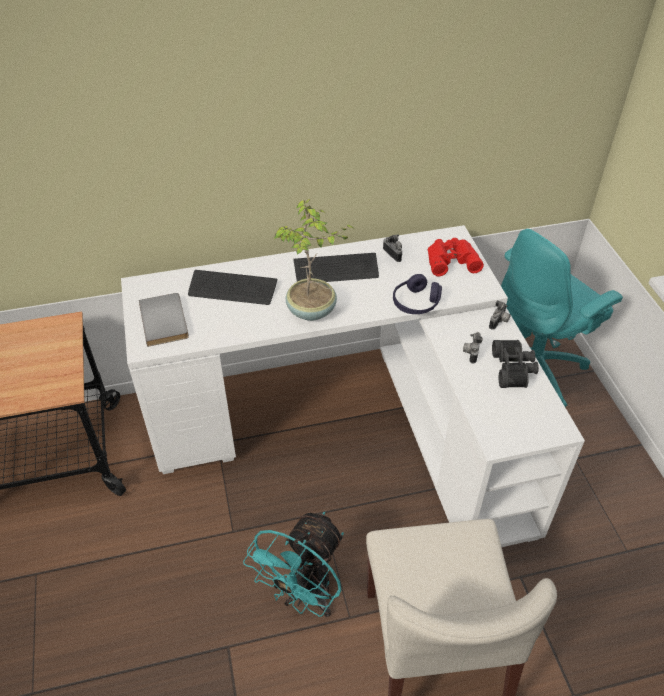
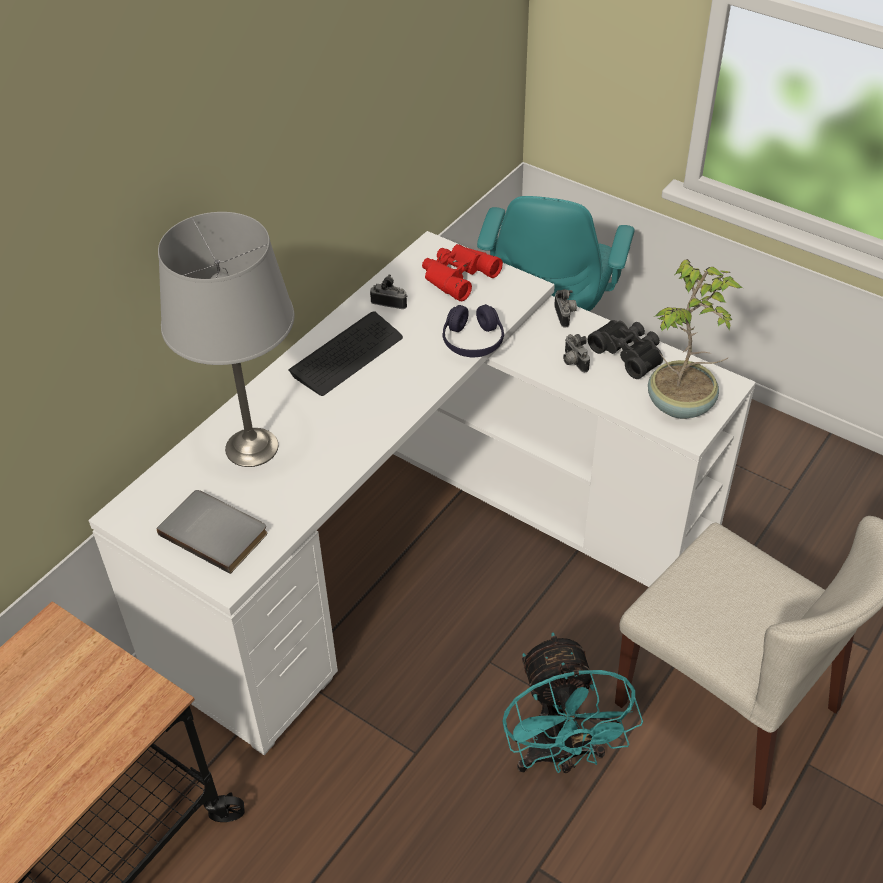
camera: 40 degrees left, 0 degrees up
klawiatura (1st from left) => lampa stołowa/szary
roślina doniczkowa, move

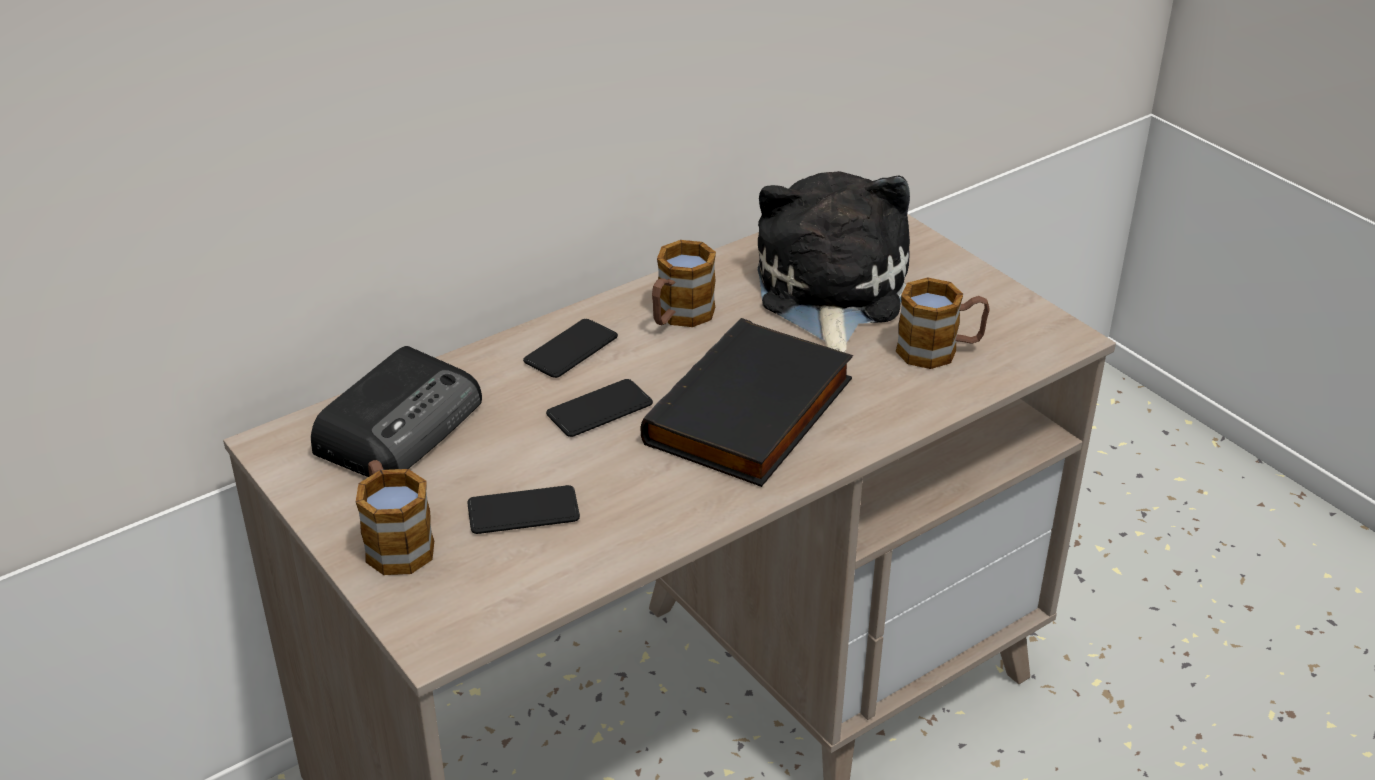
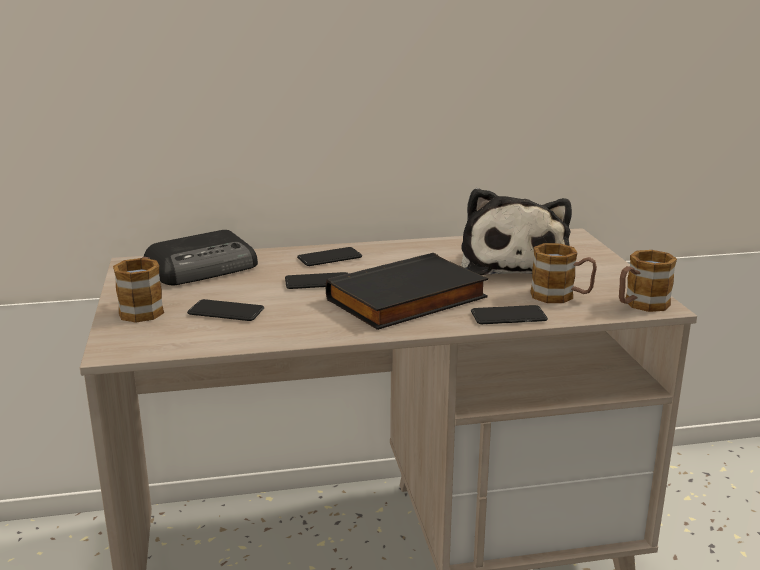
camera: 25 degrees right, 15 degrees down
kubek (2nd from left in the first image) => kubek (3rd from left), move
pluszak, 150 degrees clockwise
nothing => telefon (4th from left)

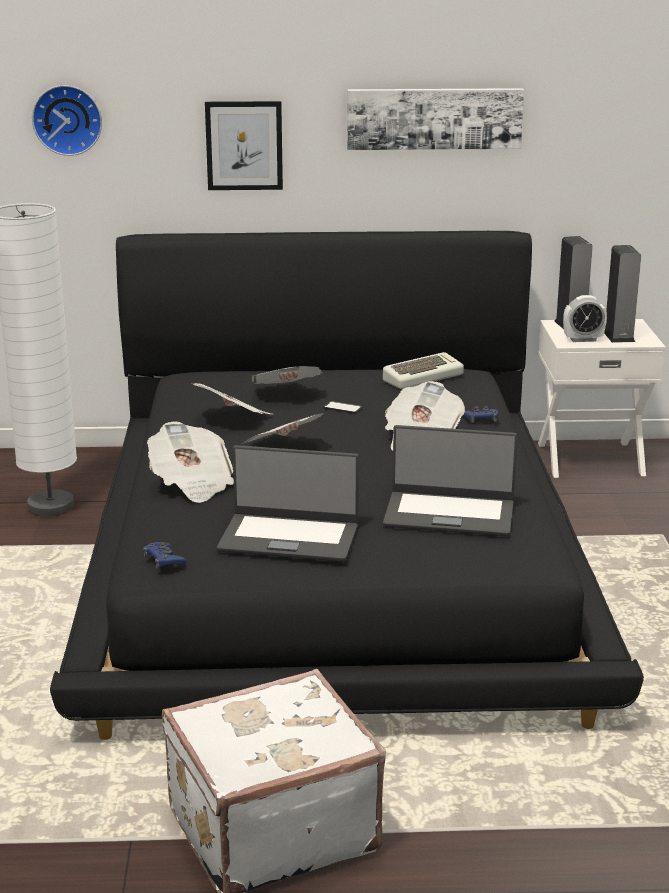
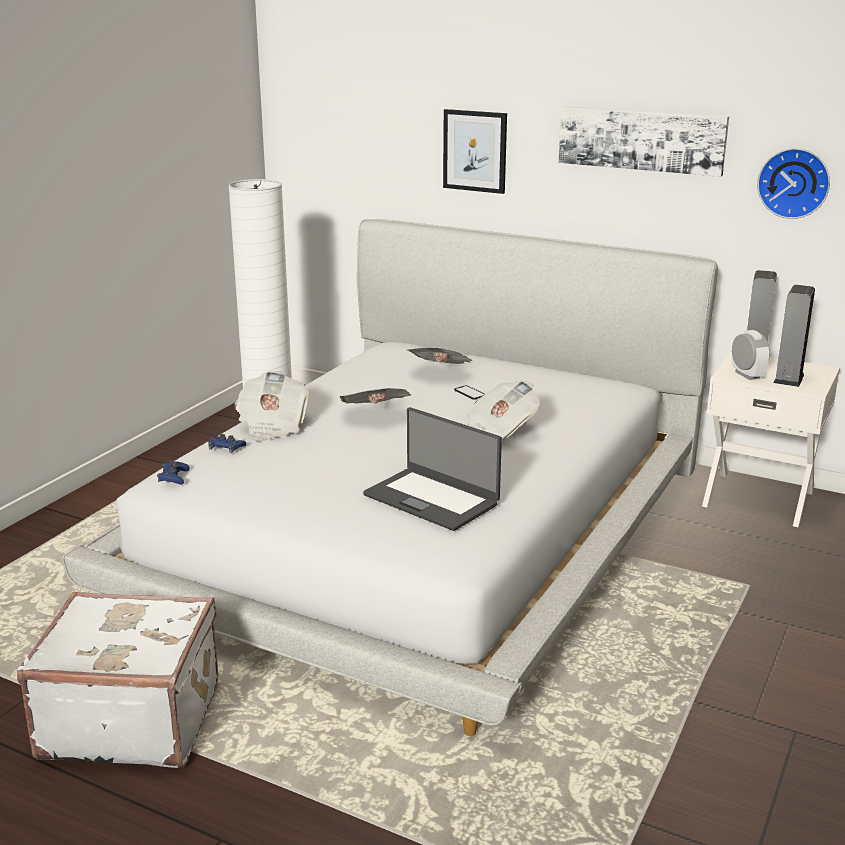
camera: 30 degrees right, 0 degrees up
zegar ścienny, move
łóżko/czarny => łóżko/biały
gazeta (2nd from left) => nothing
laptop (1st from left) => nothing
klawiatura => nothing
pad do gier/niebieski (2nd from left), move
budzik, 135 degrees counterclockwise

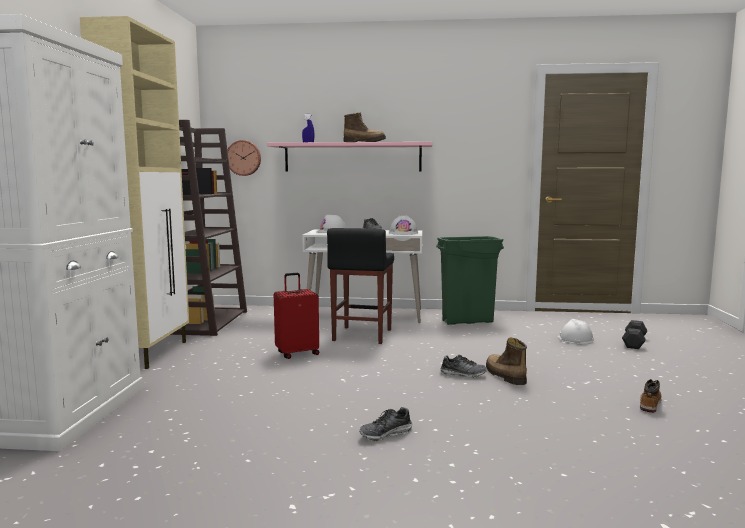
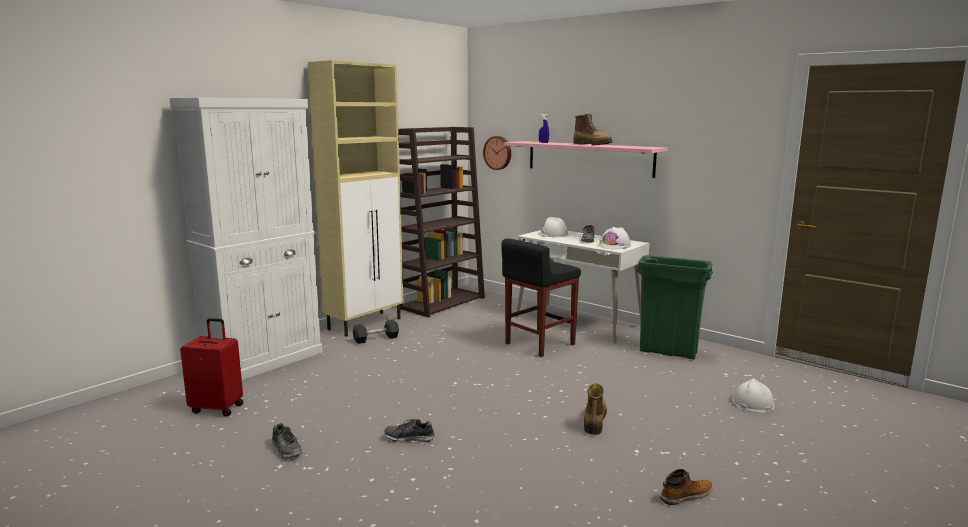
camera: 35 degrees right, 5 degrees up
walizka/czerwony, move
but (3rd from left in the first image) => but (1st from left), move
hantel/szary, move

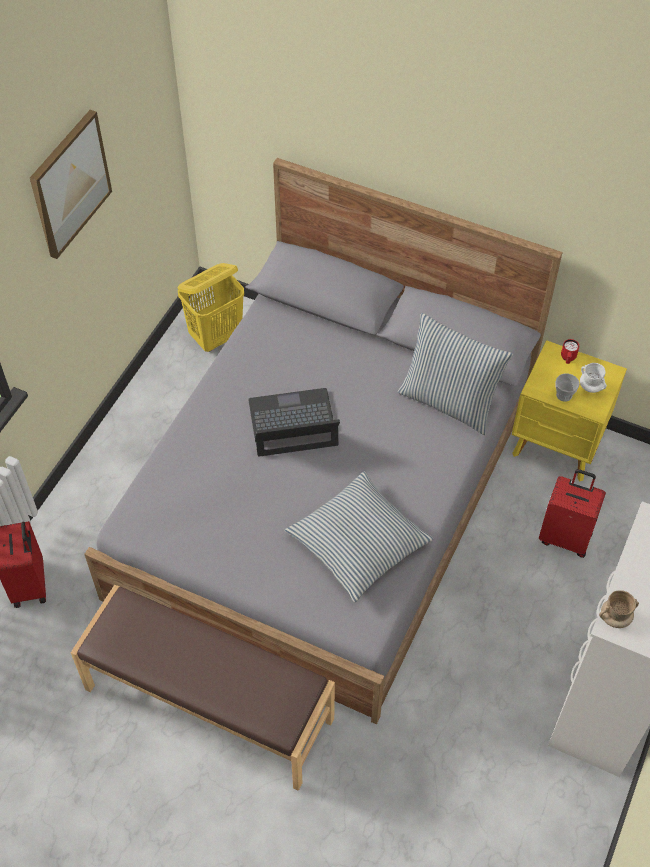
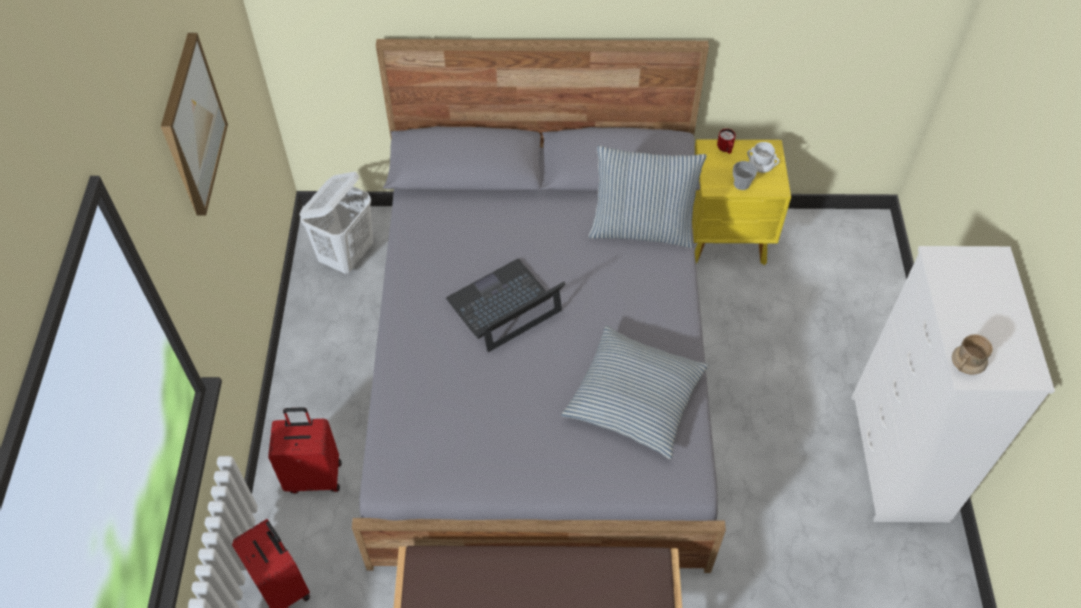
camera: 25 degrees left, 0 degrees up
kosz na pranie/żółty => kosz na pranie/biały
walizka/czerwony (2nd from left), move

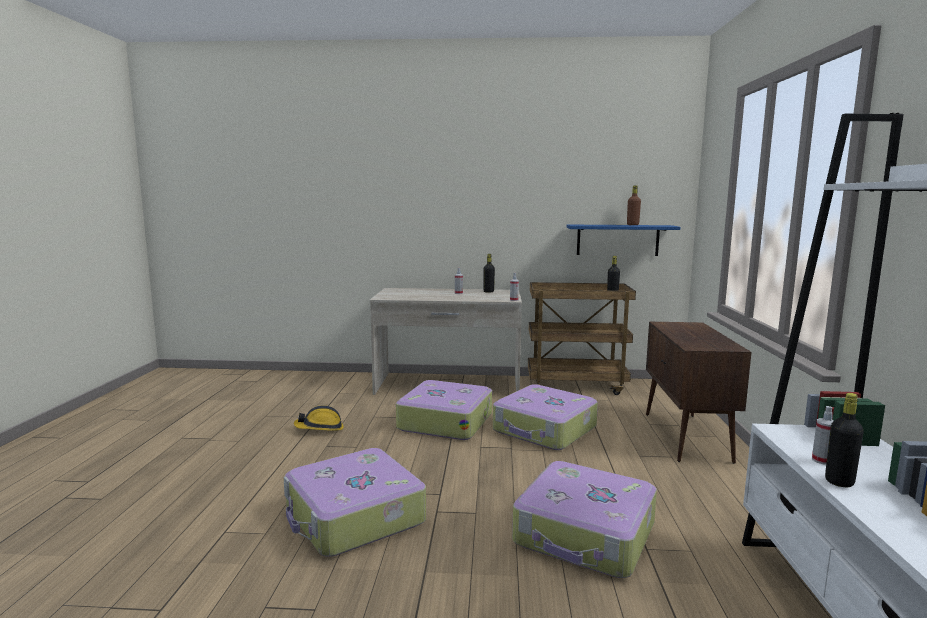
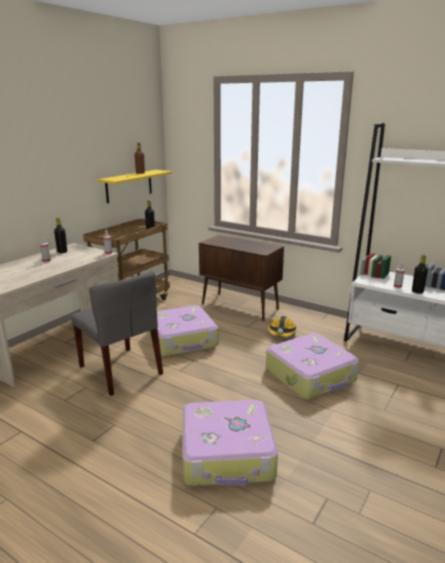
camera: 60 degrees left, 10 degrees up
kask, move
walizka (2nd from left) => krzesło/szary
półka/niebieski => półka/żółty

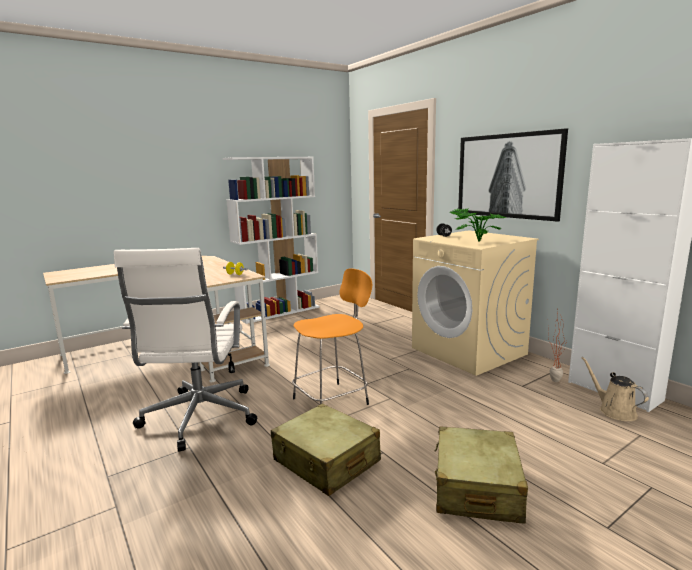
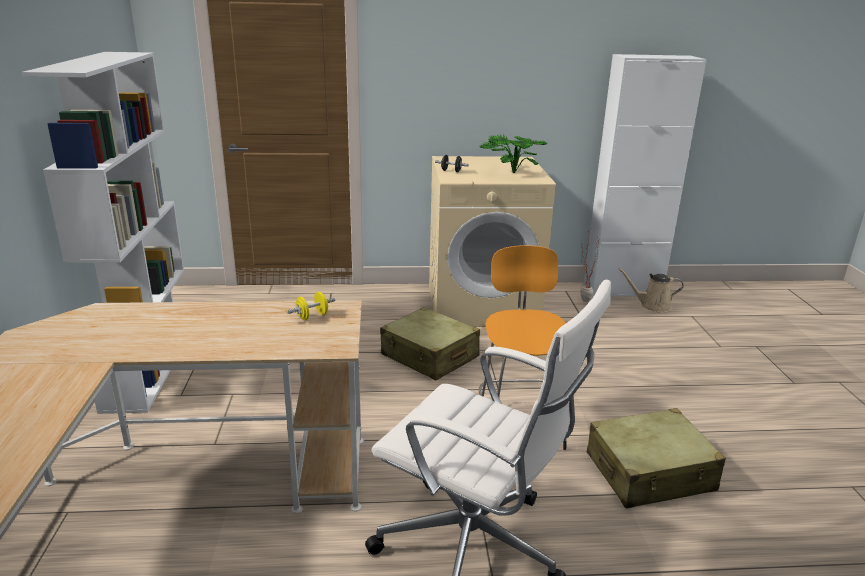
camera: 60 degrees left, 10 degrees up
walizka/beżowy (2nd from left in the first image) => walizka/beżowy (1st from left), move
obraz => nothing

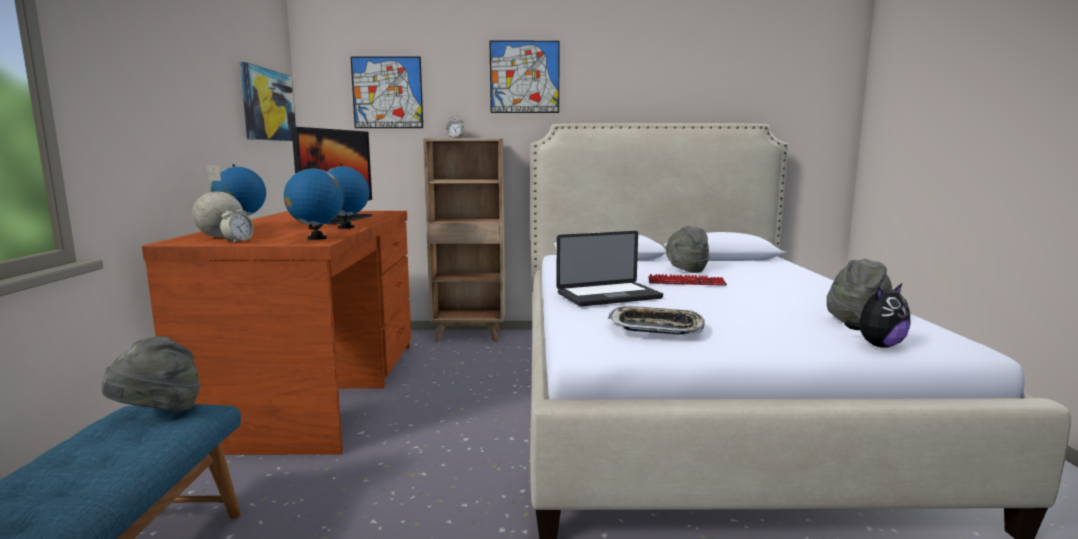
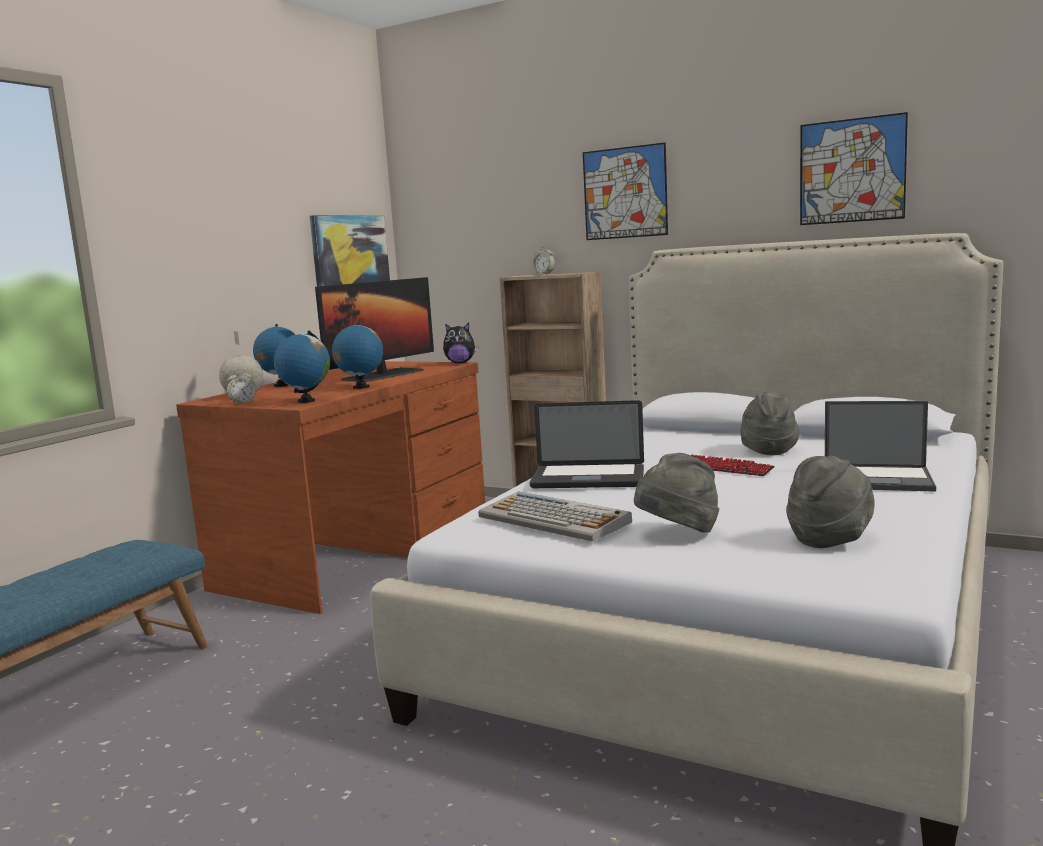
camera: 30 degrees right, 0 degrees up
kapelusz/szary (1st from left), move
obraz (2nd from left in the first image) => obraz (3rd from left), move
taca => klawiatura (1st from left)
pluszak, move
nothing => laptop (2nd from left)

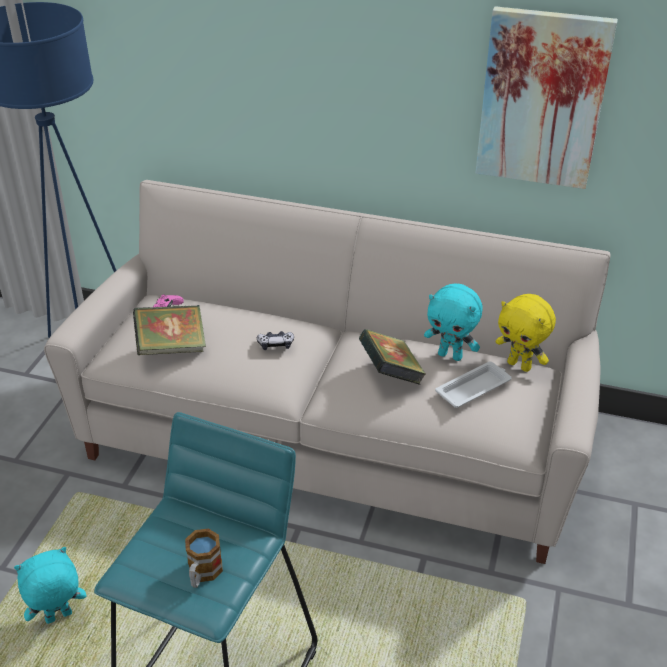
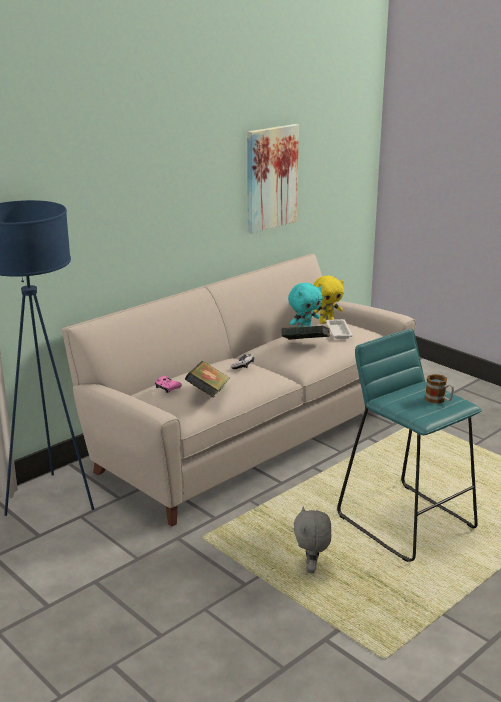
camera: 60 degrees left, 15 degrees down
pluszak/turkusowy (1st from left) => pluszak/szary

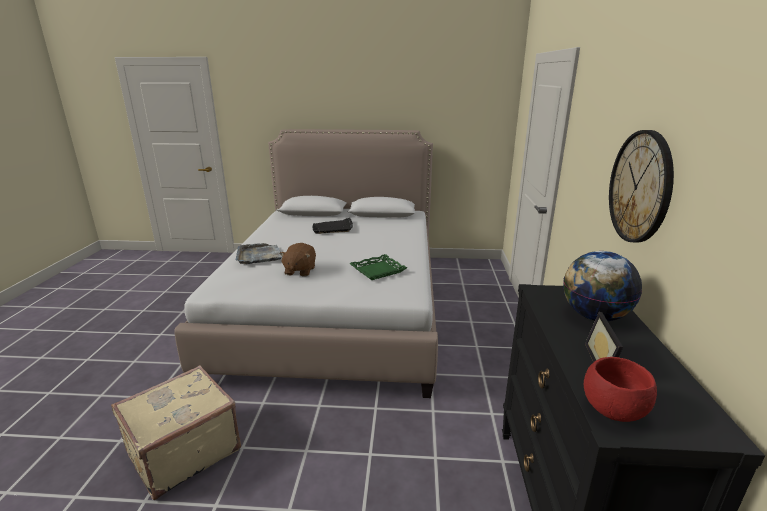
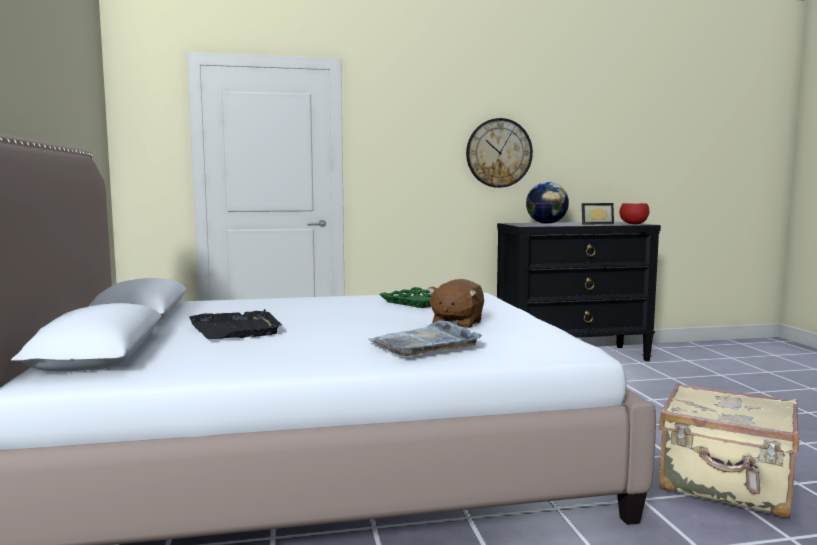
camera: 105 degrees left, 15 degrees down
pluszak/brązowy, 120 degrees clockwise

